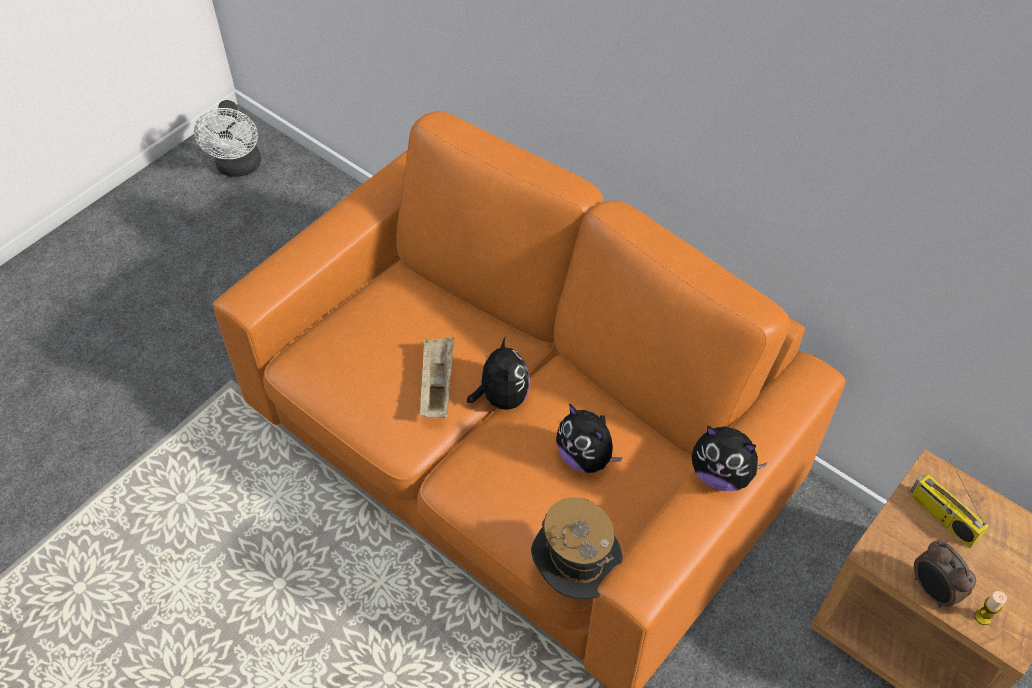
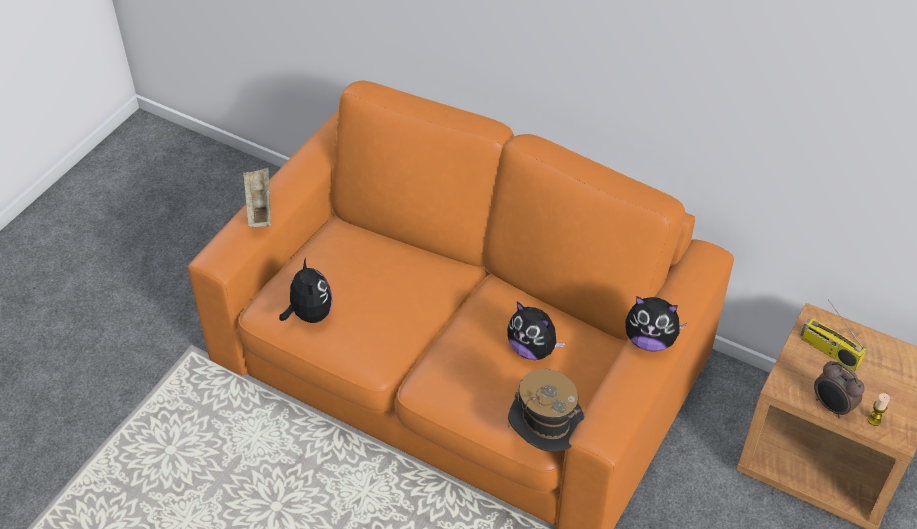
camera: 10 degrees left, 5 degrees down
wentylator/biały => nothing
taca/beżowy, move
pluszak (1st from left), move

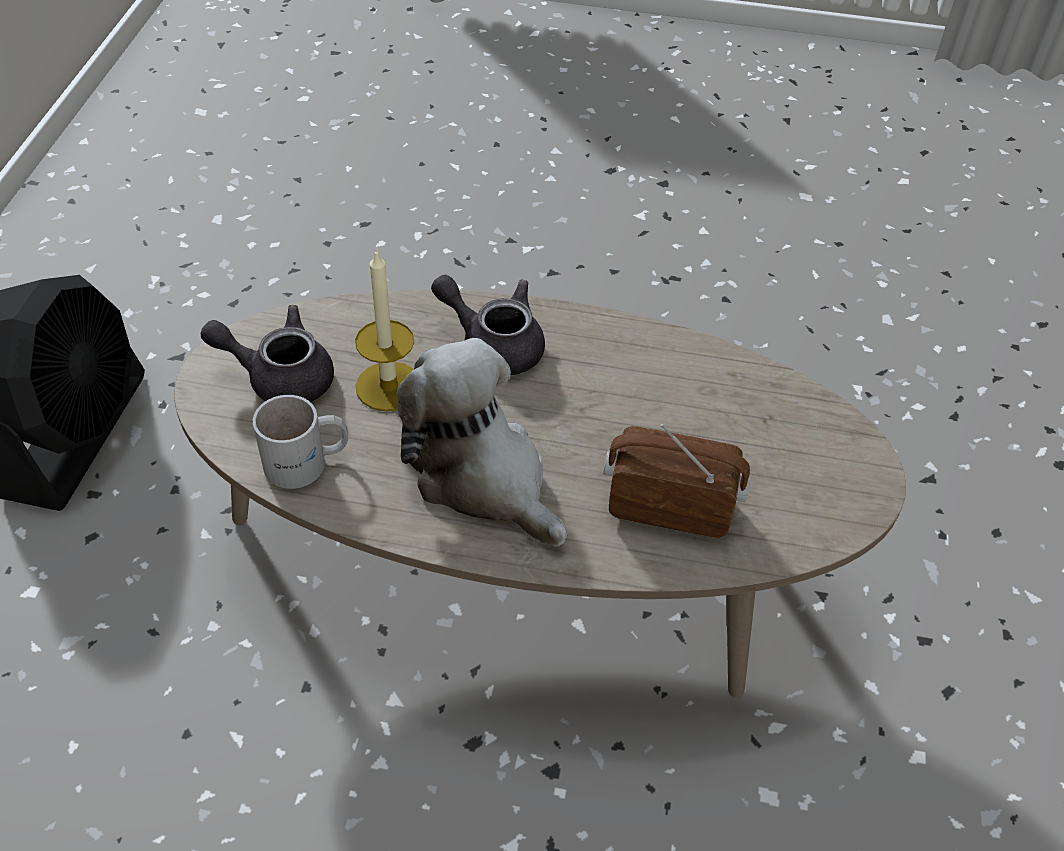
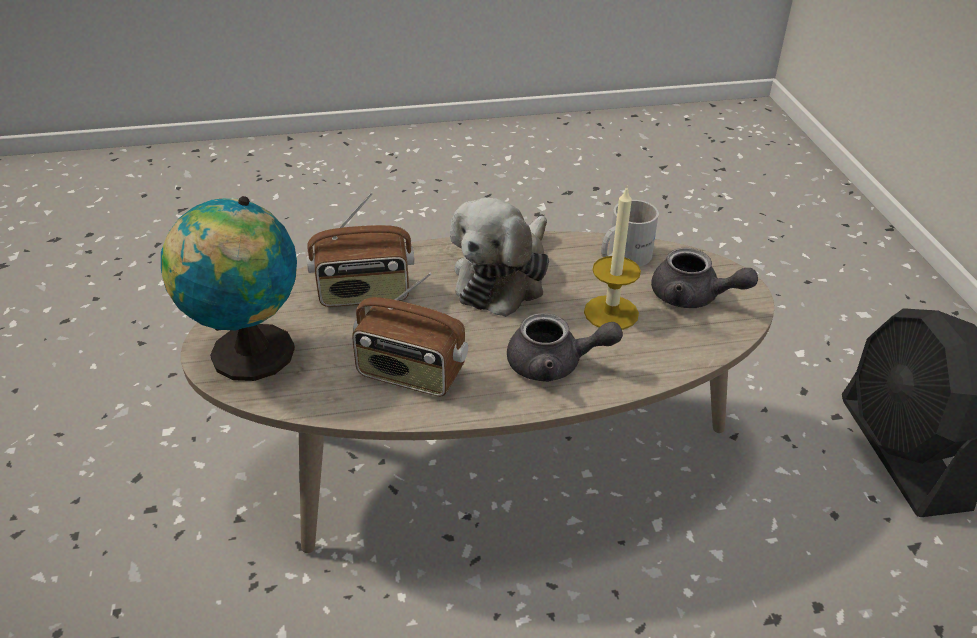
camera: 160 degrees right, 10 degrees down
imbryk/szary (1st from left in the first image) => imbryk/szary (2nd from left), 45 degrees clockwise
pluszak, 90 degrees clockwise
nothing => globus
nothing => radio (2nd from left)

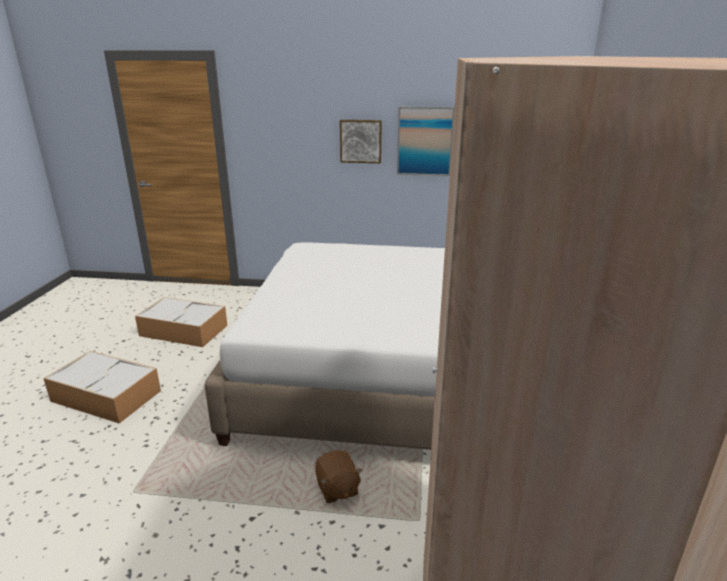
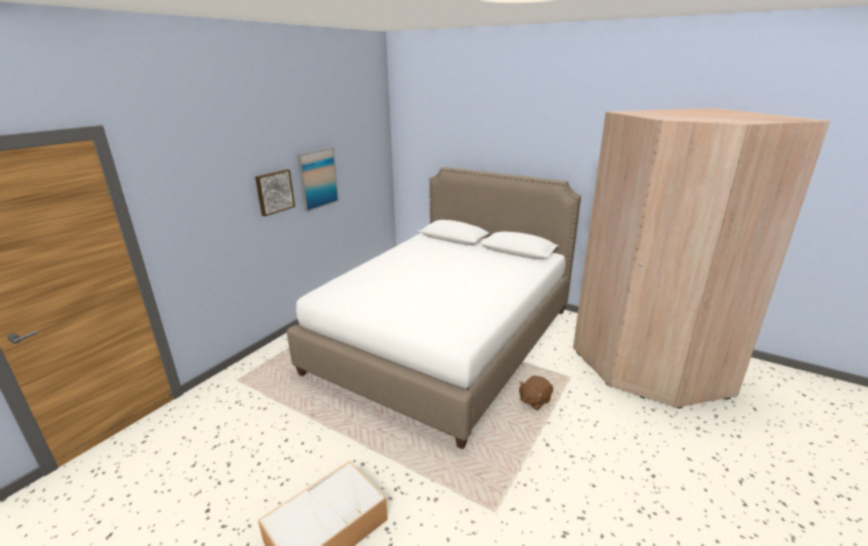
camera: 65 degrees left, 0 degrees up
pojemnik do przechowywania (2nd from left) => nothing
pluszak/brązowy, 135 degrees clockwise

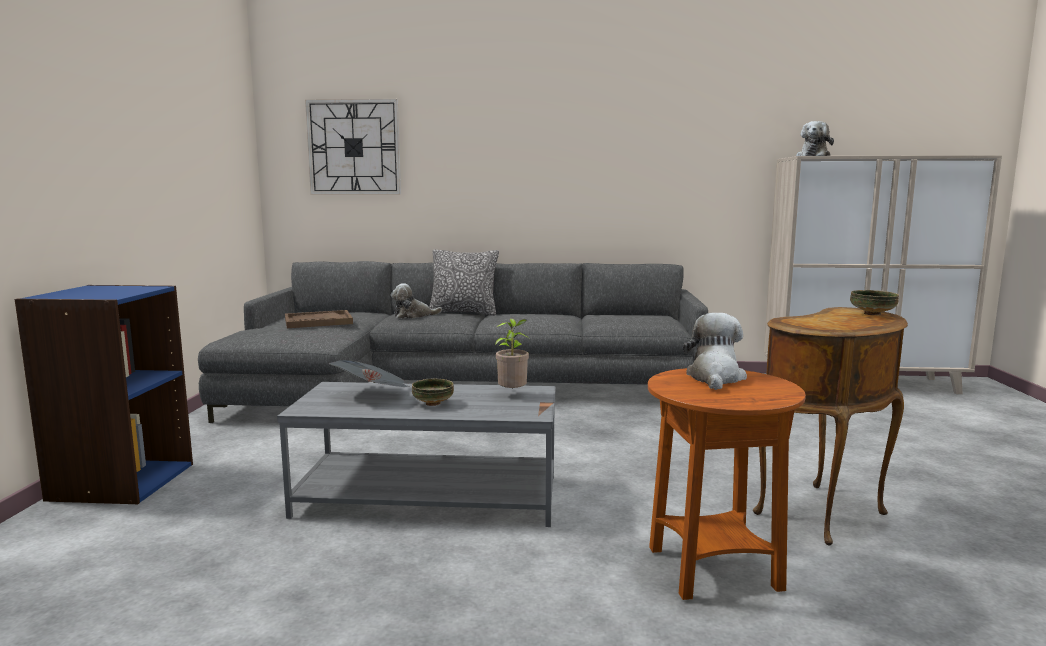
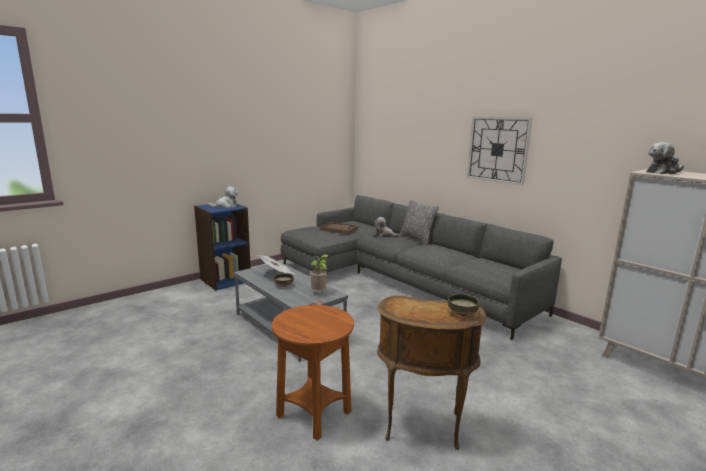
camera: 45 degrees right, 5 degrees up
zegar ścienny, move
pluszak (2nd from left in the first image) => pluszak (1st from left), move

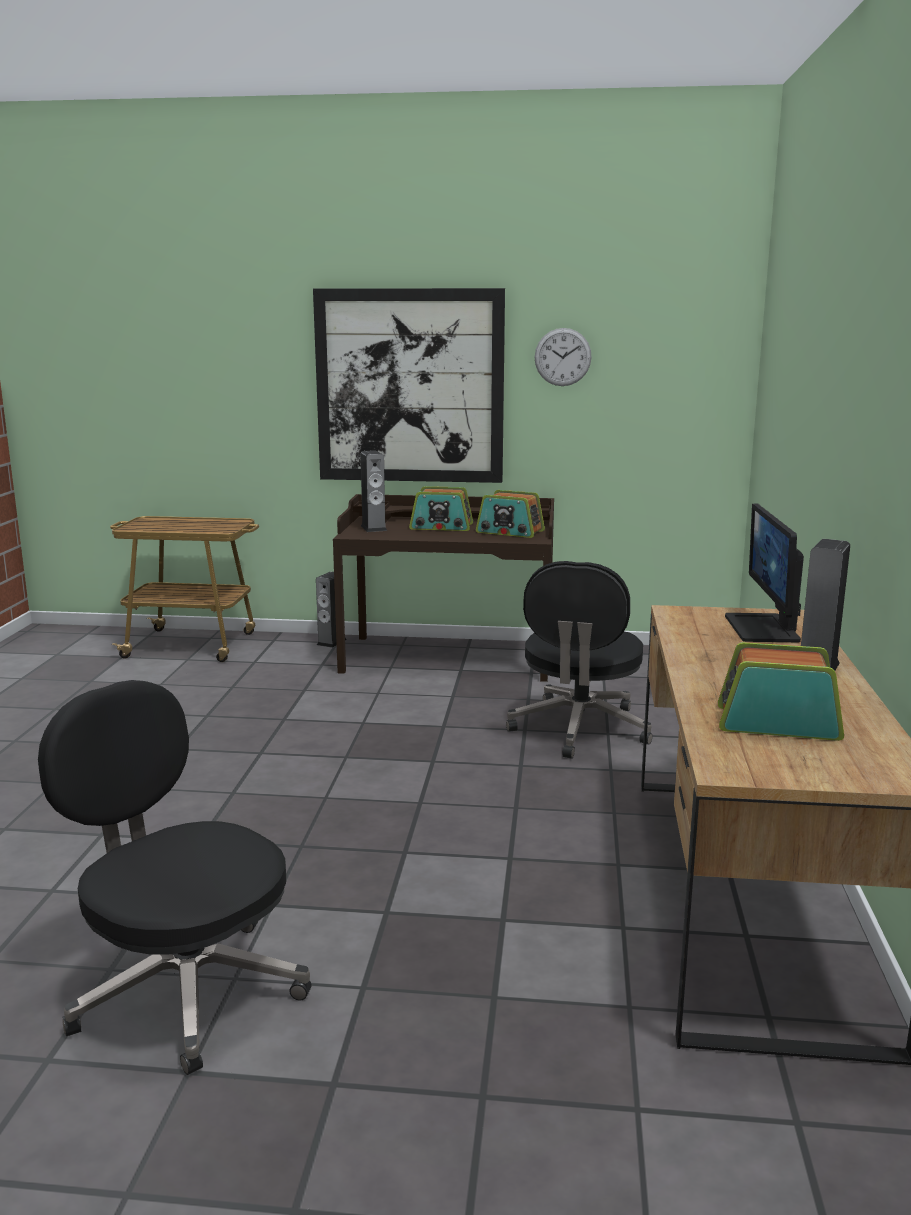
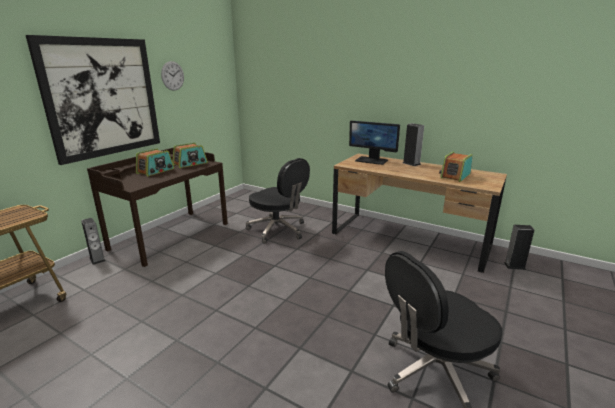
camera: 65 degrees left, 5 degrees up
głośnik (2nd from left in the first image) => głośnik (3rd from left), move

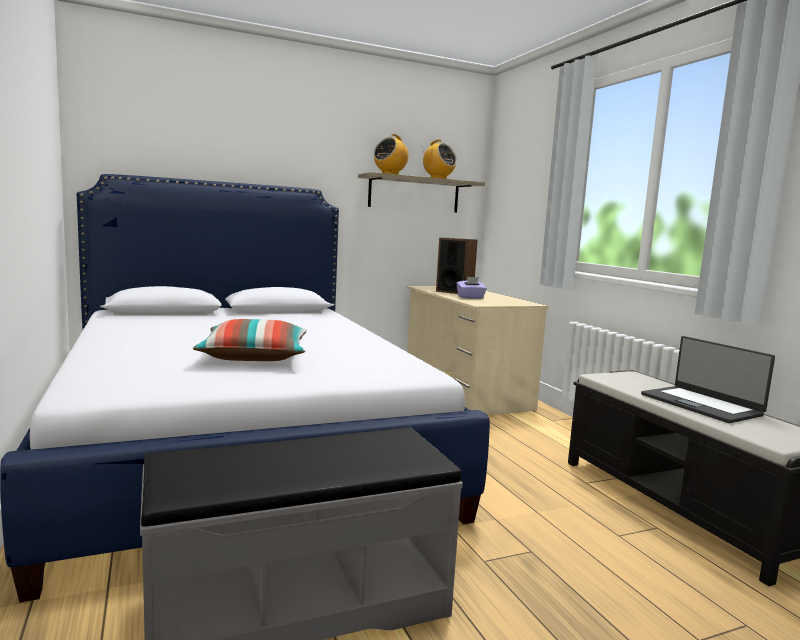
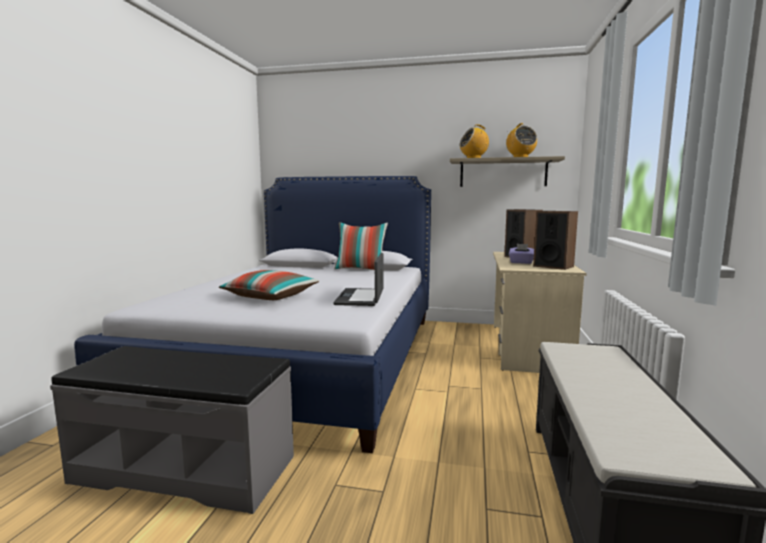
camera: 35 degrees right, 0 degrees up
laptop, move
nothing => poduszka (2nd from left)
nothing => głośnik (2nd from left)

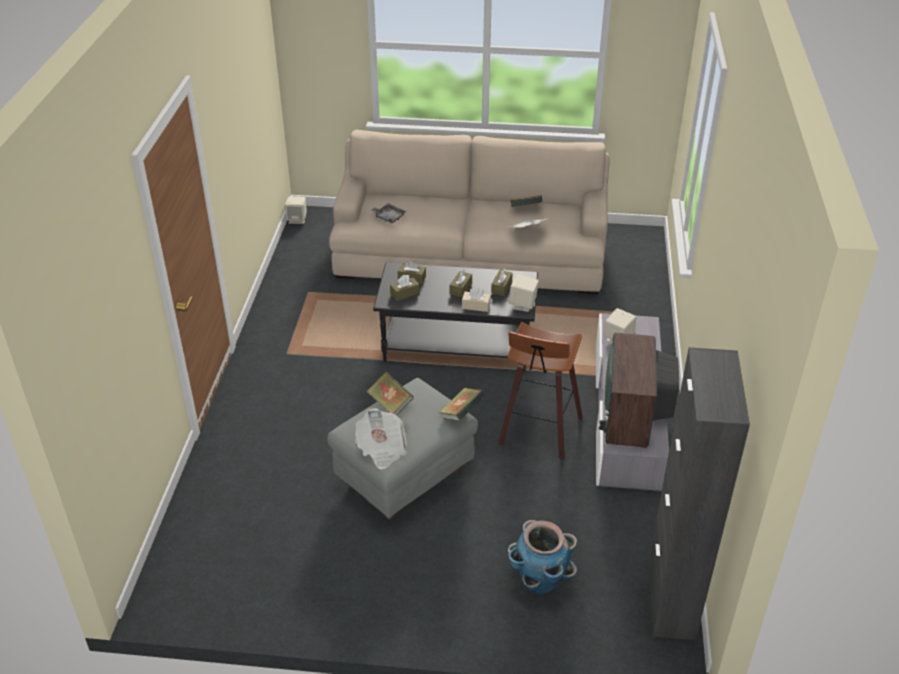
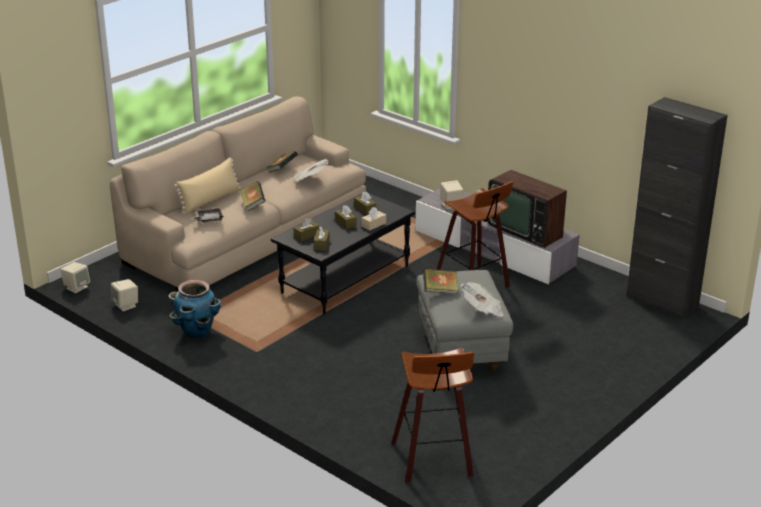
camera: 55 degrees left, 10 degrees down
książka (2nd from left in the first image) => książka (1st from left), move
głośnik/beżowy (2nd from left), move
donica, move
nothing => poduszka/beżowy
nothing => stołek (1st from left)

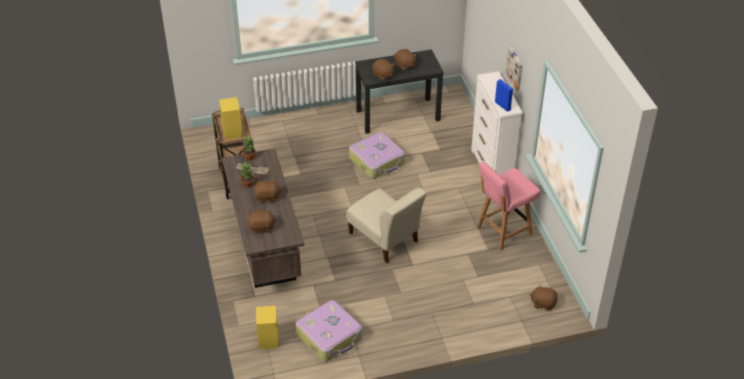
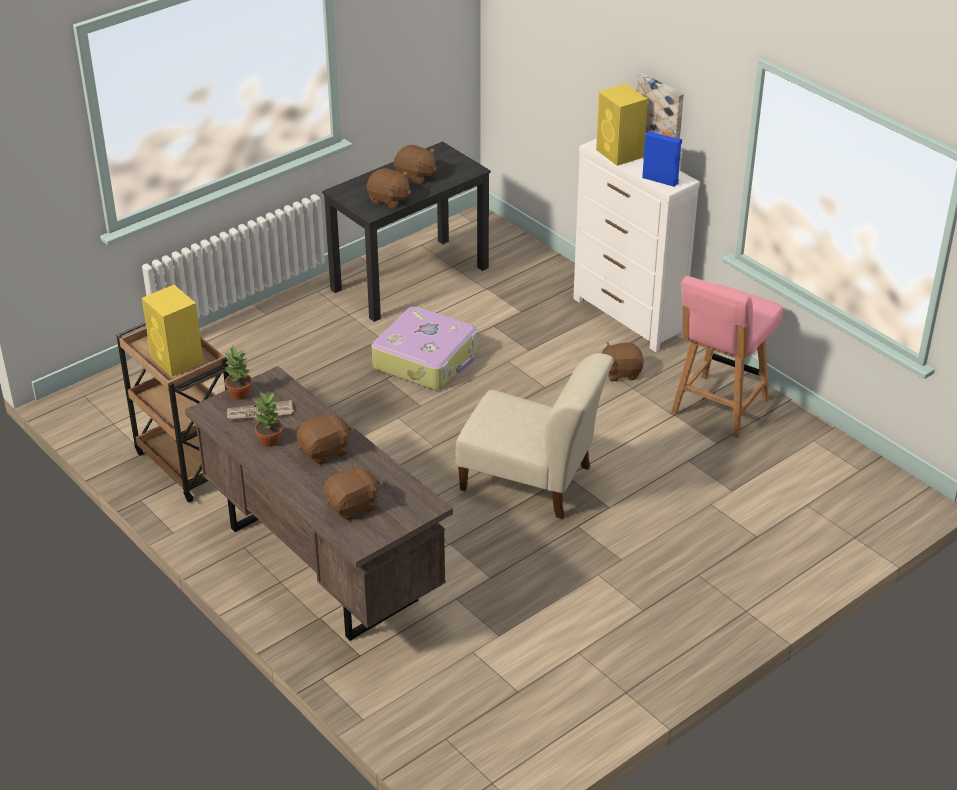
camera: 25 degrees left, 5 degrees down
głośnik/żółty (2nd from left), move
walizka (1st from left) => nothing
pluszak/brązowy (5th from left), move

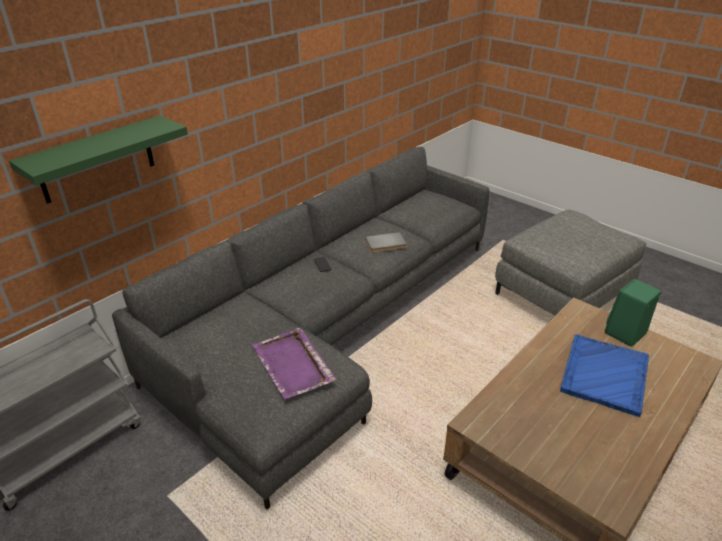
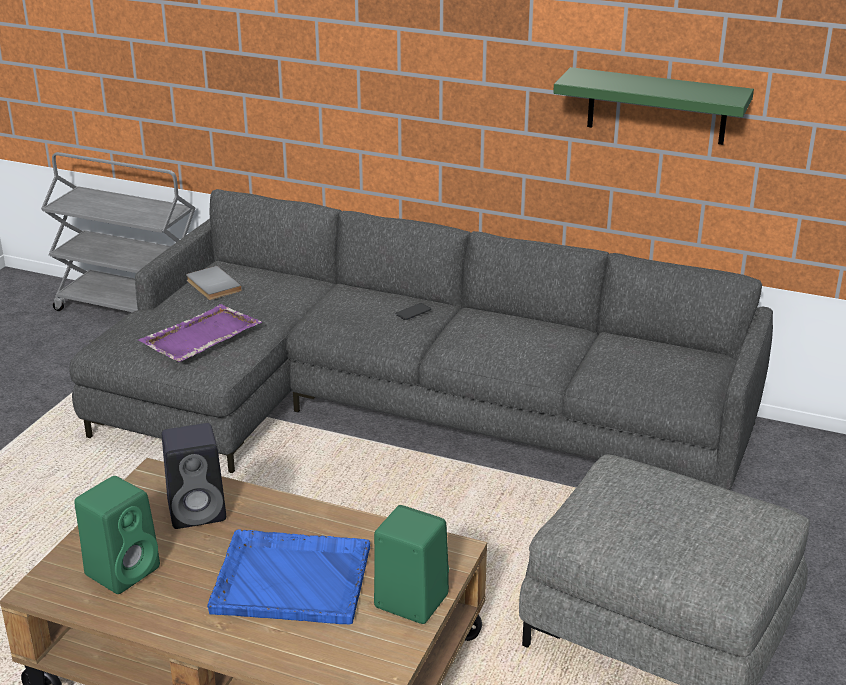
camera: 70 degrees right, 5 degrees down
półka/zielony, move
książka/szary, move
nothing => głośnik/zielony (1st from left)
nothing => głośnik/czarny

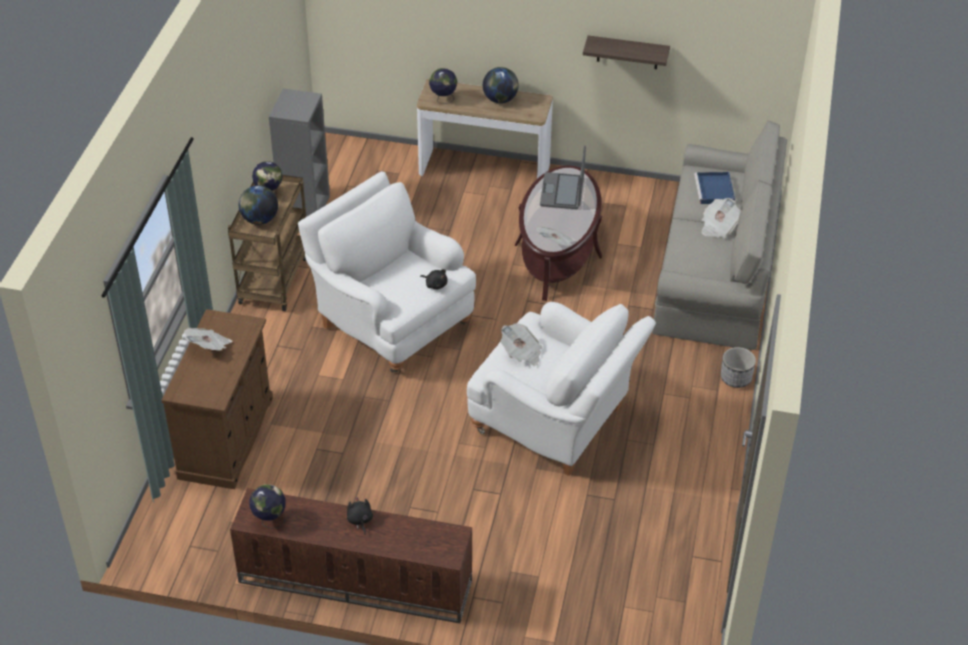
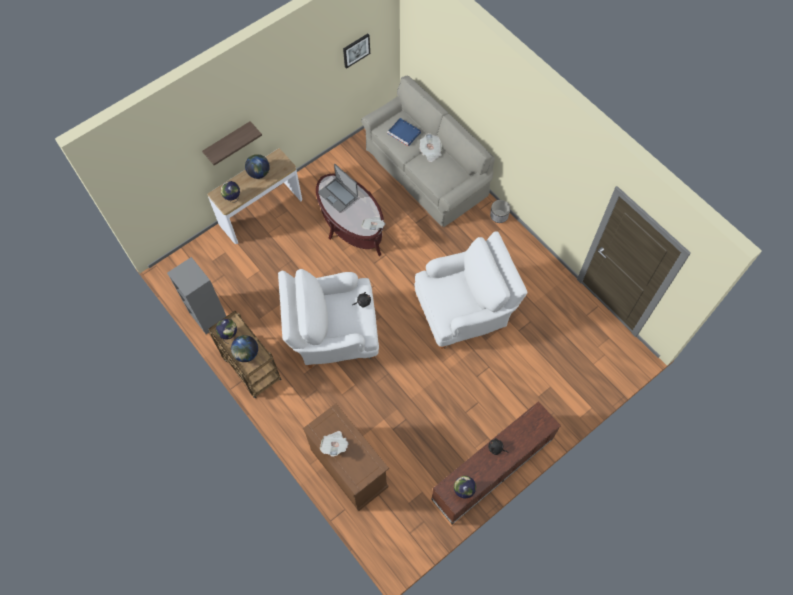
camera: 50 degrees left, 20 degrees up
gazeta (2nd from left) => nothing
półka, move
nothing => obraz

